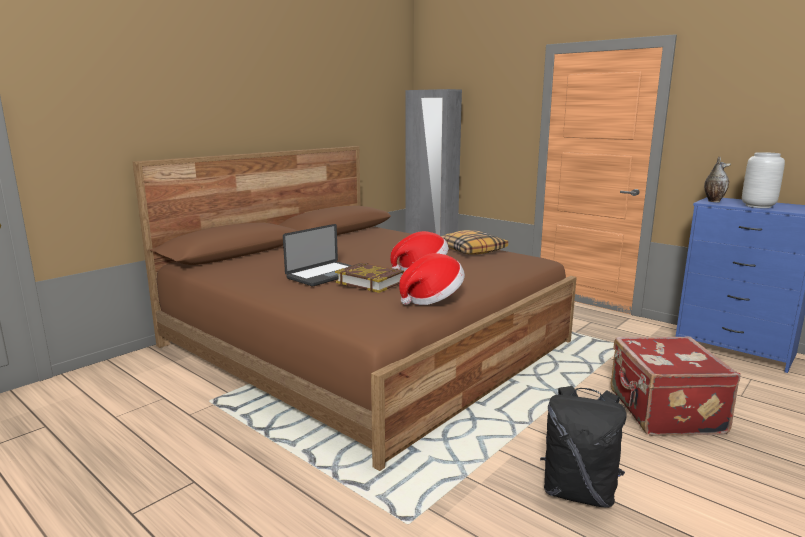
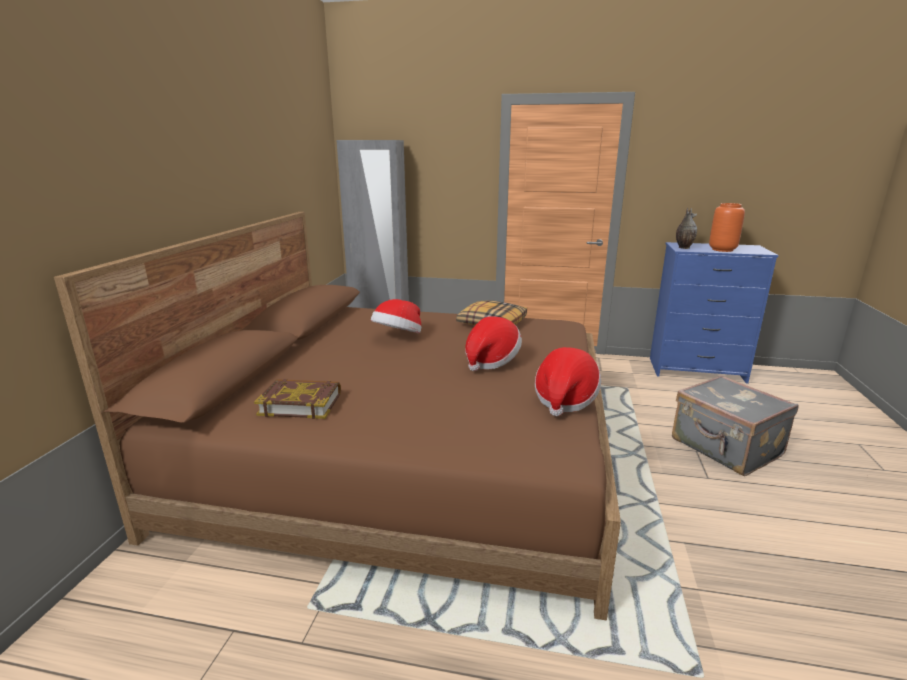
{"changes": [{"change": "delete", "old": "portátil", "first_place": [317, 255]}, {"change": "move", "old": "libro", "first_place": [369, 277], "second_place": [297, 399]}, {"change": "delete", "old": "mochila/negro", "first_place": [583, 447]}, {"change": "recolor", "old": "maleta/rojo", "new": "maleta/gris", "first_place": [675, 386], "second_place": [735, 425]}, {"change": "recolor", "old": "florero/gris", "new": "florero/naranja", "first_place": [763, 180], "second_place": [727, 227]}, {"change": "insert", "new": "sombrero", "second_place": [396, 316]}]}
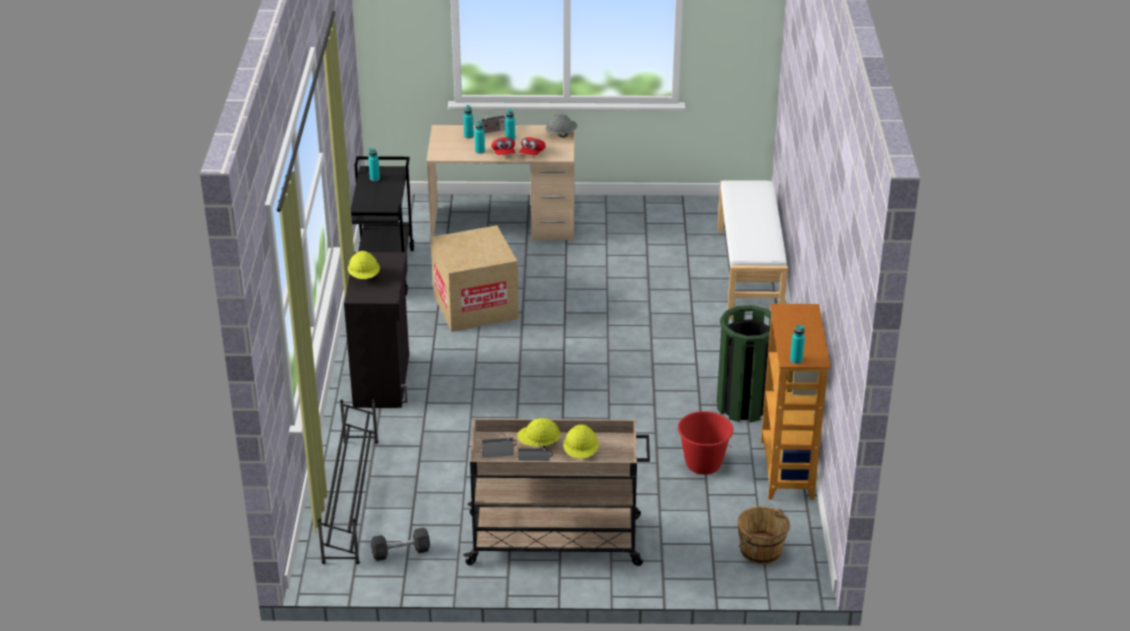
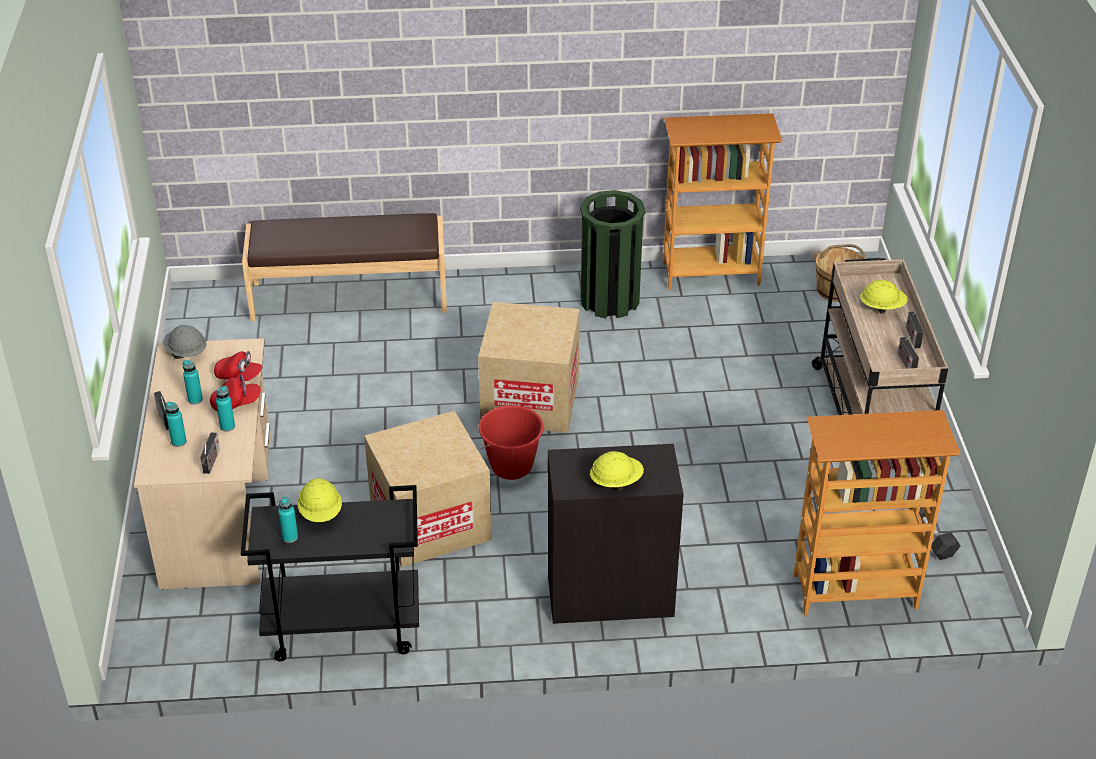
{"changes": [{"change": "replace", "old": "zapatero/negro", "new": "estantería", "first_place": [347, 482], "second_place": [877, 513]}, {"change": "move", "old": "casco/amarillo", "first_place": [539, 433], "second_place": [319, 500]}, {"change": "move", "old": "cubo/rojo", "first_place": [705, 443], "second_place": [511, 442]}, {"change": "recolor", "old": "banco/blanco", "new": "banco/marrón", "first_place": [752, 249], "second_place": [344, 267]}, {"change": "delete", "old": "botella/turquesa", "first_place": [797, 344]}, {"change": "insert", "new": "radio", "second_place": [210, 453]}, {"change": "insert", "new": "caja de cartón", "second_place": [529, 367]}]}
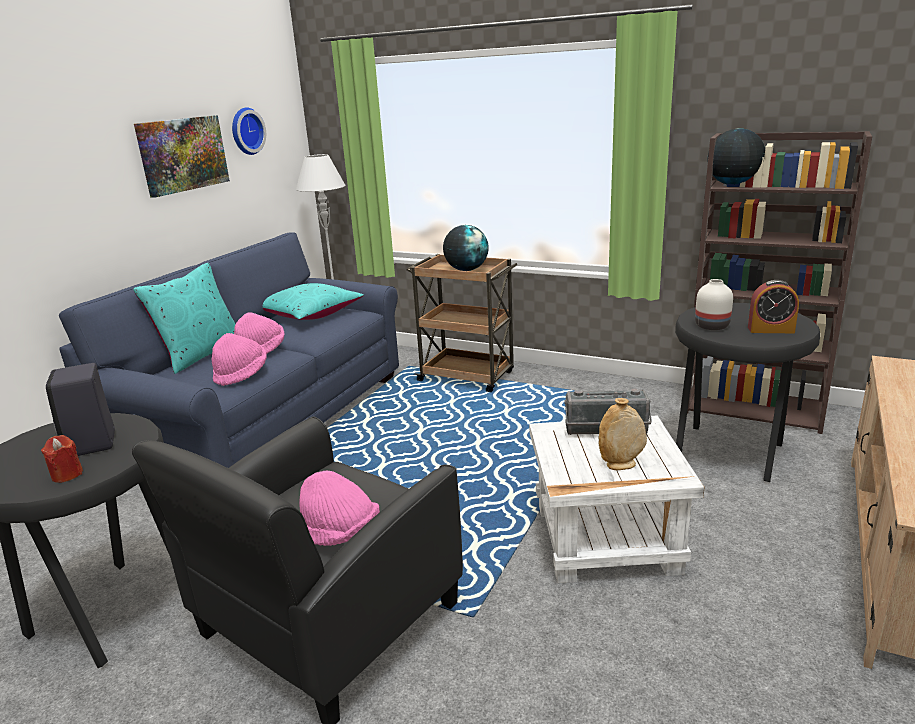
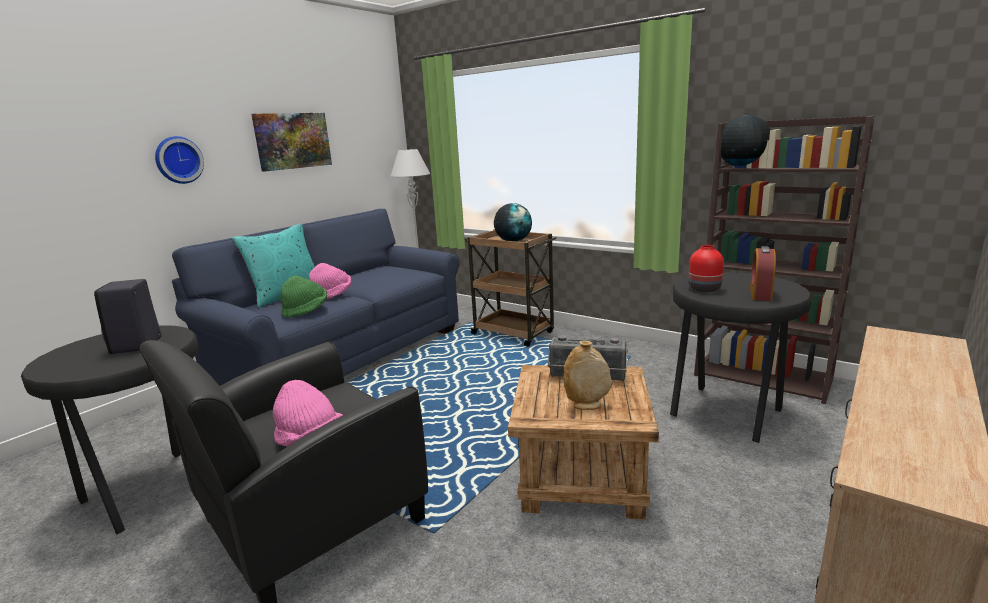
{"changes": [{"change": "delete", "old": "vela/rojo", "first_place": [62, 459]}, {"change": "recolor", "old": "sombrero/rosa", "new": "sombrero/verde", "first_place": [239, 359], "second_place": [303, 297]}, {"change": "move", "old": "reloj de pared", "first_place": [249, 131], "second_place": [179, 160]}, {"change": "delete", "old": "cojín/turquesa", "first_place": [313, 301]}, {"change": "recolor", "old": "mesa auxiliar/blanco", "new": "mesa auxiliar/marrón", "first_place": [616, 499], "second_place": [583, 442]}, {"change": "recolor", "old": "florero/blanco", "new": "florero/rojo", "first_place": [714, 304], "second_place": [706, 269]}, {"change": "rotate", "old": "despertador", "first_place": [773, 306], "second_place": [763, 273], "degrees": 90}]}
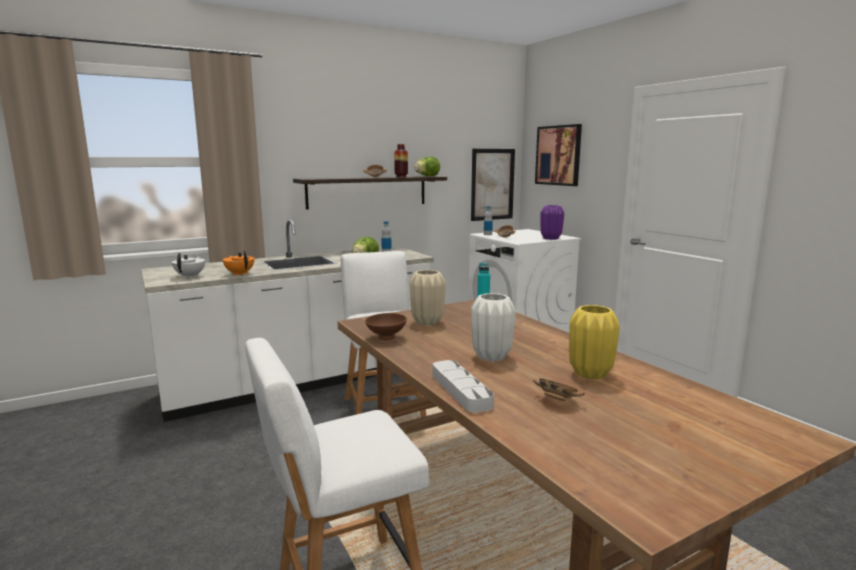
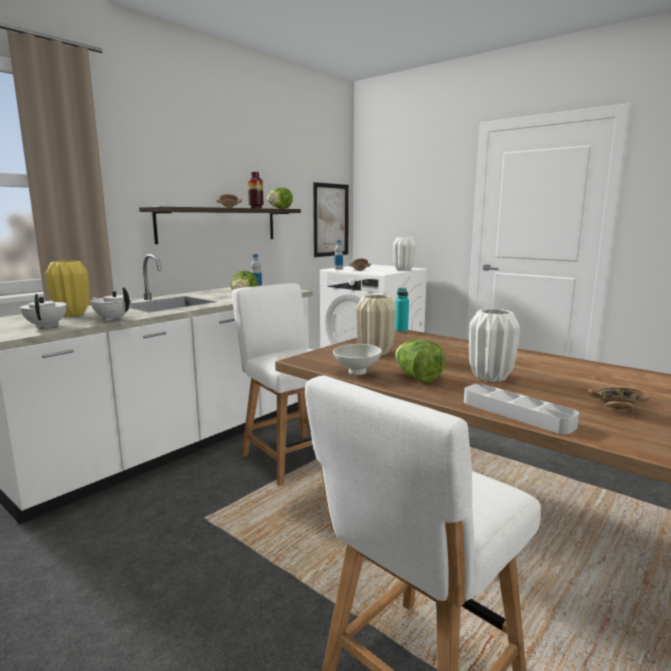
{"changes": [{"change": "recolor", "old": "tetera/naranja", "new": "tetera/blanco", "first_place": [238, 262], "second_place": [111, 304]}, {"change": "recolor", "old": "cuenco/marrón", "new": "cuenco/blanco", "first_place": [386, 326], "second_place": [357, 359]}, {"change": "delete", "old": "cuadro", "first_place": [558, 155]}, {"change": "recolor", "old": "florero/morado", "new": "florero/blanco", "first_place": [552, 222], "second_place": [404, 254]}, {"change": "move", "old": "florero/amarillo", "first_place": [594, 342], "second_place": [67, 288]}, {"change": "insert", "new": "lechuga", "second_place": [420, 361]}]}
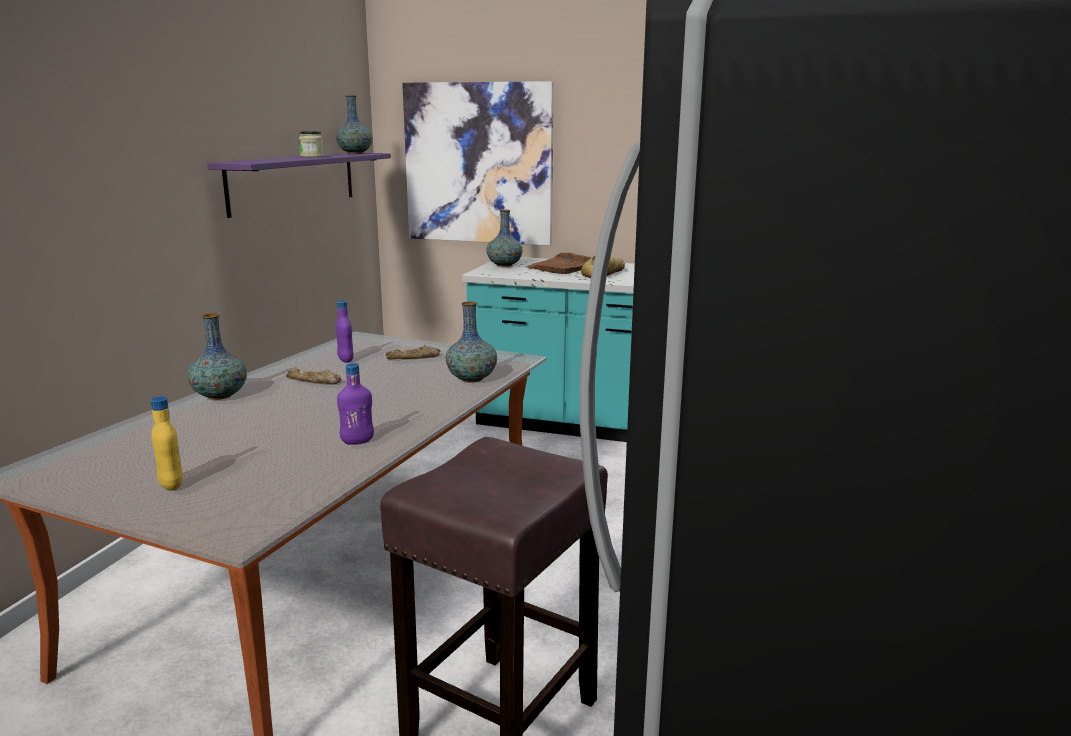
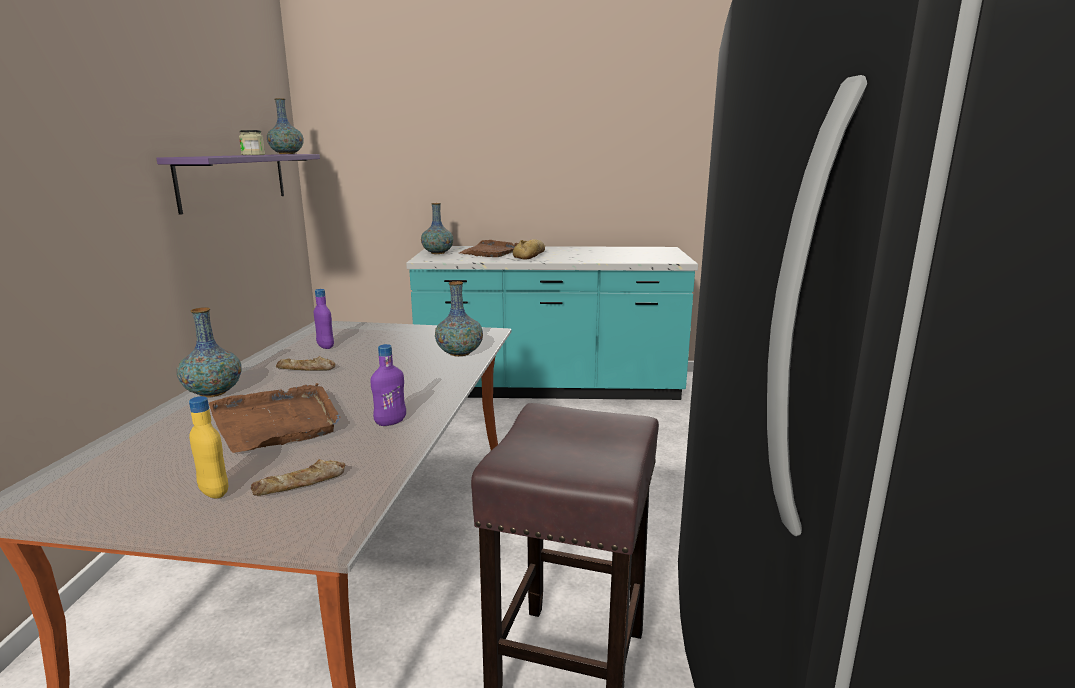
{"changes": [{"change": "move", "old": "pan", "first_place": [413, 352], "second_place": [298, 477]}, {"change": "delete", "old": "cuadro", "first_place": [478, 163]}, {"change": "insert", "new": "bandeja/marrón", "second_place": [274, 418]}]}
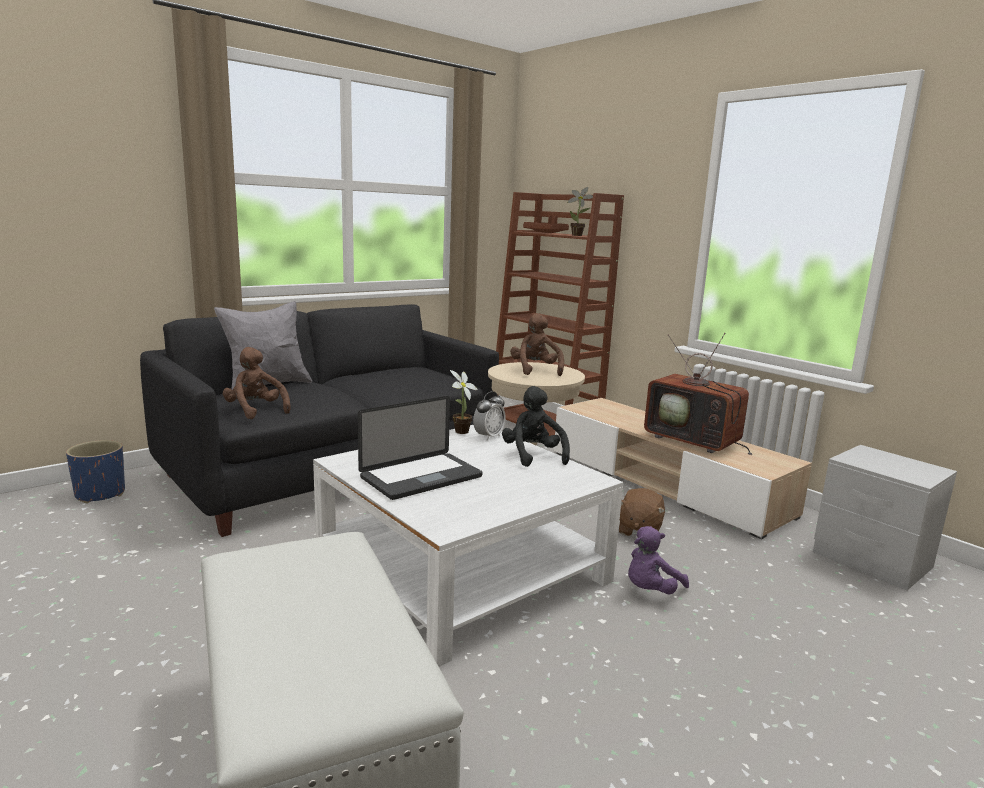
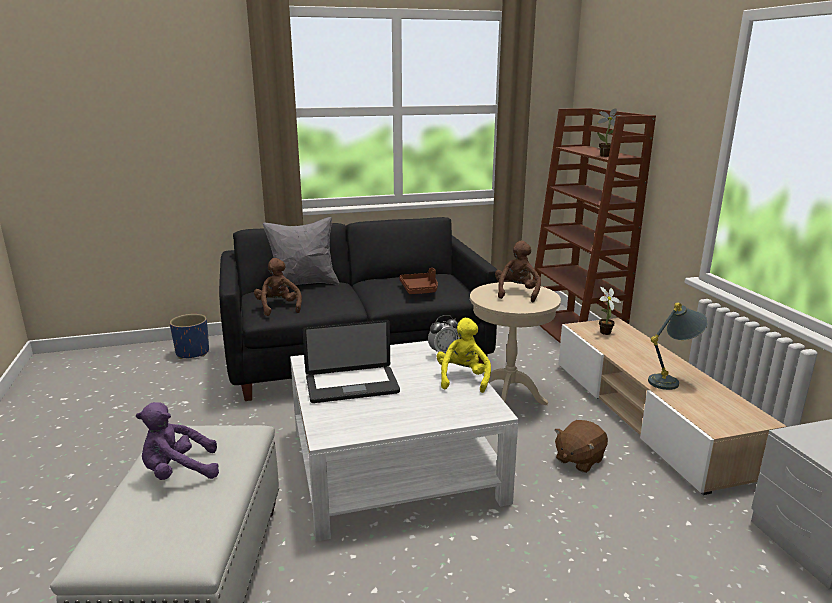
{"changes": [{"change": "move", "old": "planta en maceta", "first_place": [464, 402], "second_place": [610, 311]}, {"change": "recolor", "old": "peluche/negro", "new": "peluche/amarillo", "first_place": [536, 426], "second_place": [463, 355]}, {"change": "move", "old": "bandeja/marrón", "first_place": [546, 224], "second_place": [418, 281]}, {"change": "move", "old": "peluche/morado", "first_place": [658, 560], "second_place": [177, 441]}, {"change": "replace", "old": "televisor", "new": "lámpara de mesa/gris", "first_place": [698, 394], "second_place": [678, 346]}]}
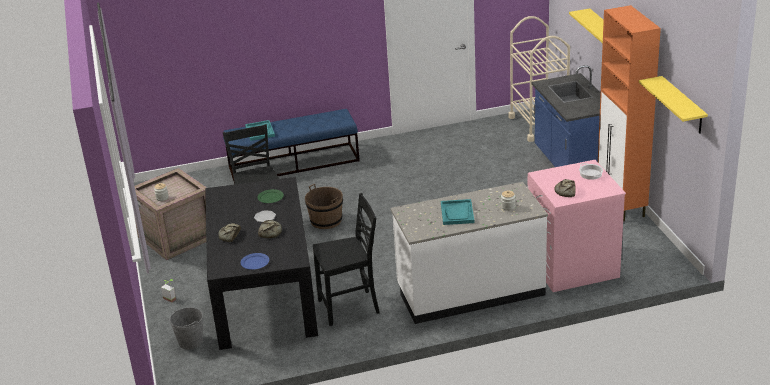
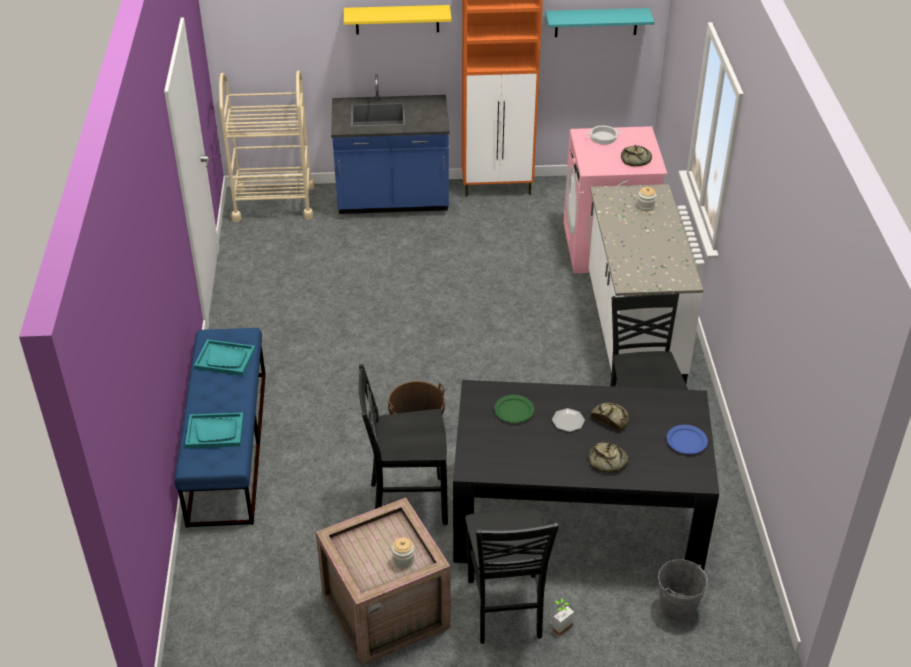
{"changes": [{"change": "move", "old": "bandeja/turquesa", "first_place": [457, 212], "second_place": [224, 357]}, {"change": "recolor", "old": "estante/amarillo", "new": "estante/turquesa", "first_place": [673, 105], "second_place": [599, 22]}, {"change": "insert", "new": "silla/negro", "second_place": [512, 576]}]}
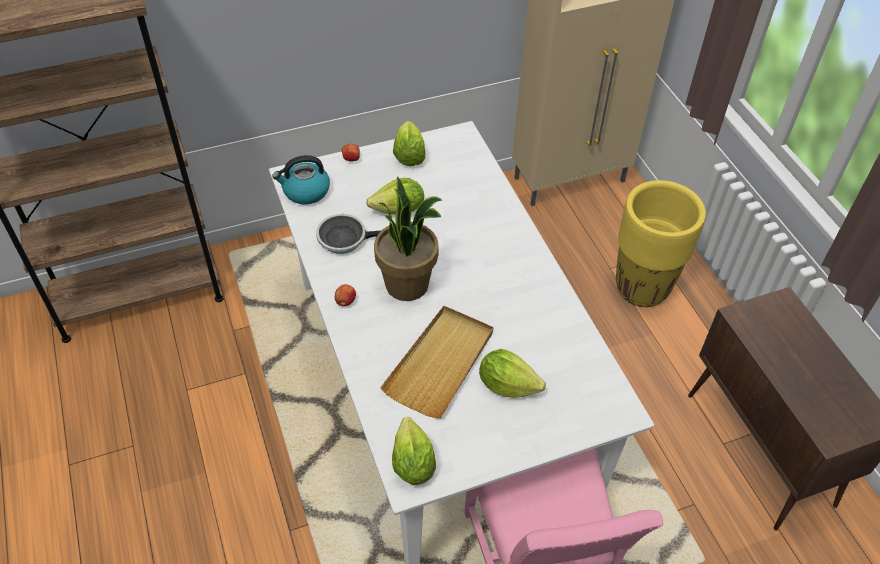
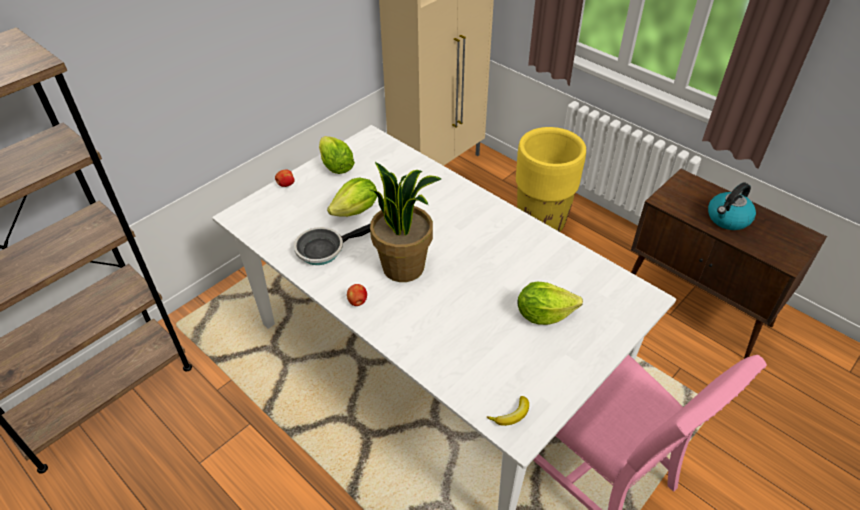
{"changes": [{"change": "move", "old": "hervidor", "first_place": [301, 180], "second_place": [732, 206]}, {"change": "delete", "old": "bandeja/beis", "first_place": [436, 362]}, {"change": "replace", "old": "lechuga", "new": "plátano", "first_place": [414, 451], "second_place": [508, 411]}]}
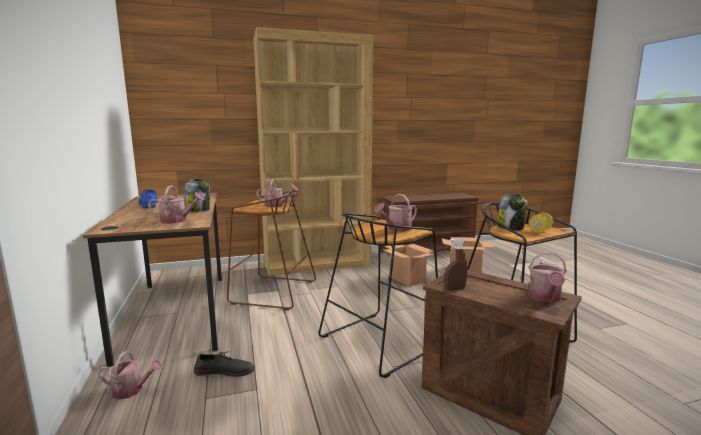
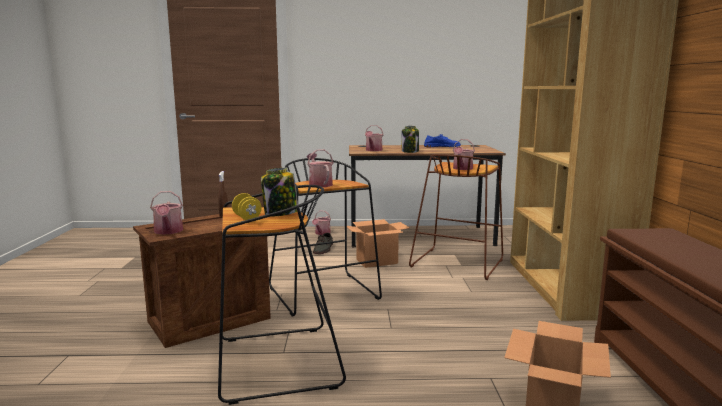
{"changes": [{"change": "move", "old": "caja de cartón", "first_place": [409, 265], "second_place": [378, 243]}, {"change": "rotate", "old": "regadera", "first_place": [547, 277], "second_place": [166, 213], "degrees": -135}]}
